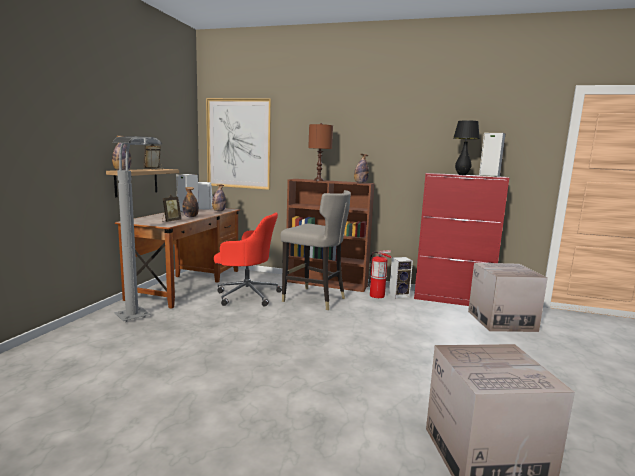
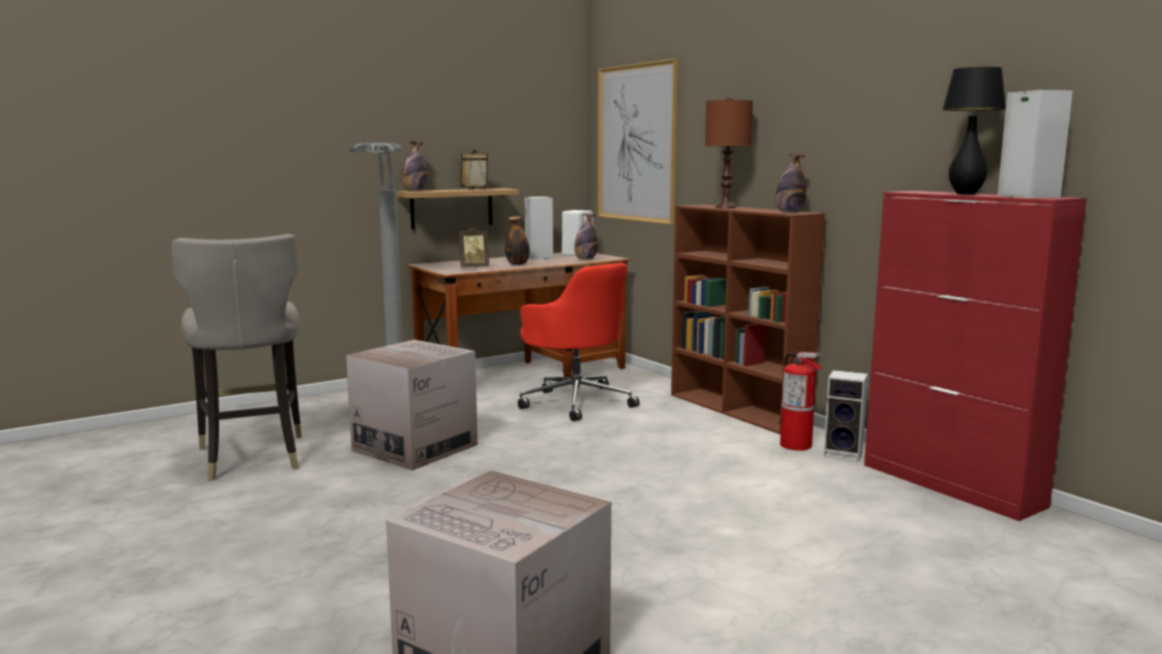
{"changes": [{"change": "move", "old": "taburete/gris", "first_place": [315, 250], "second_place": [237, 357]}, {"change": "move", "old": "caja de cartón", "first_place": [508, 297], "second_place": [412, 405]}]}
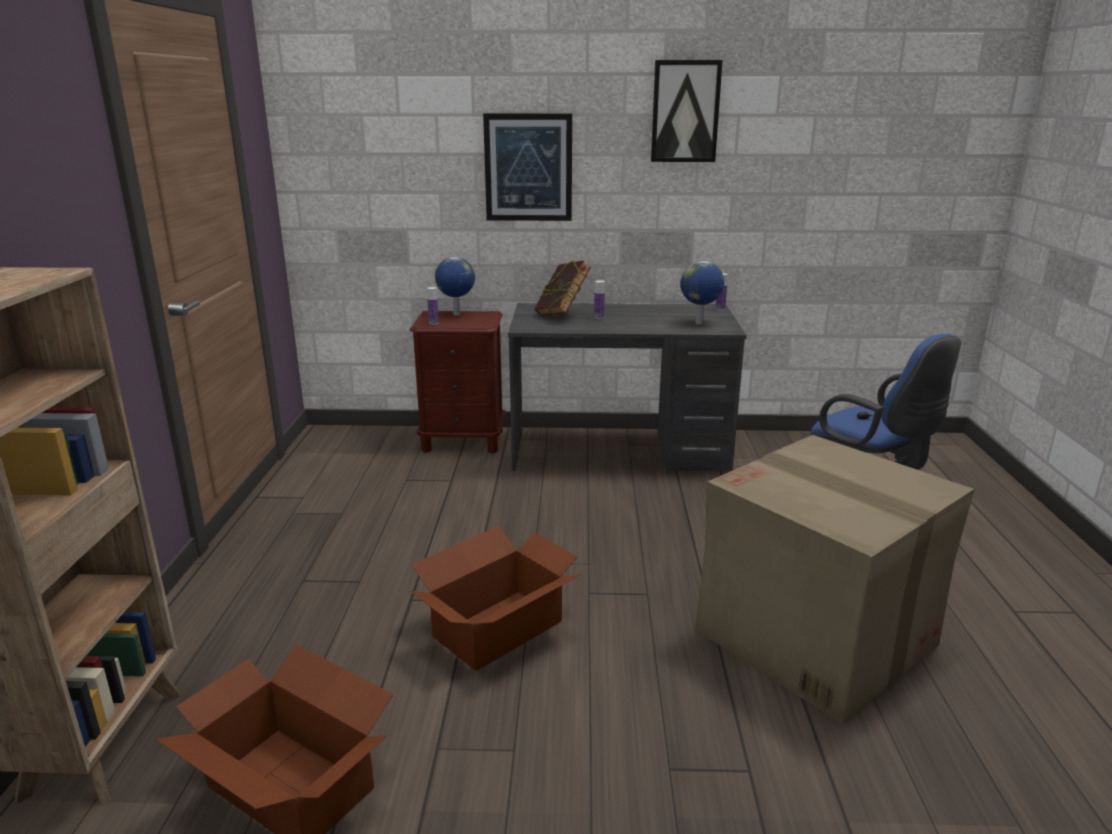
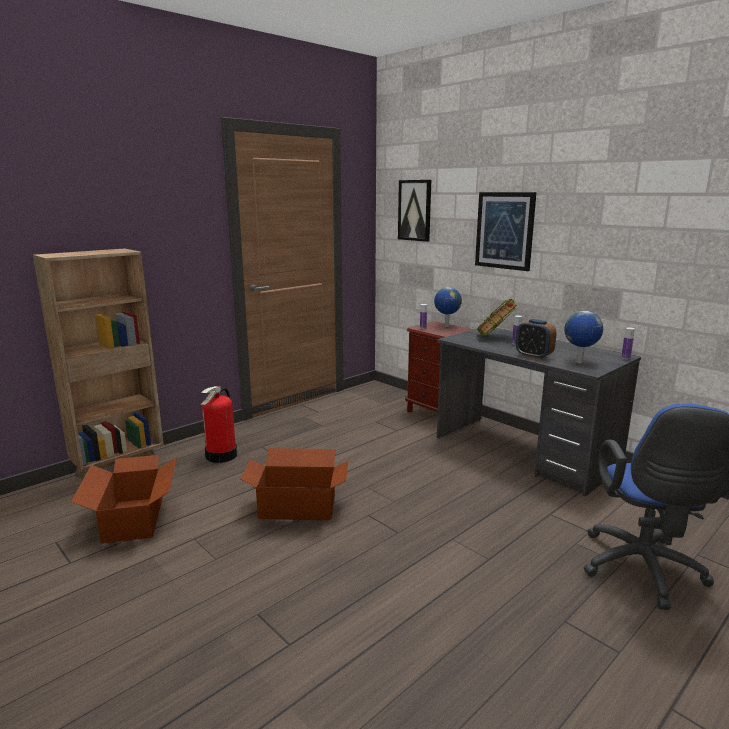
{"changes": [{"change": "move", "old": "cuadro", "first_place": [687, 111], "second_place": [414, 211]}, {"change": "delete", "old": "caja de cartón", "first_place": [835, 579]}, {"change": "insert", "new": "extintor", "second_place": [219, 424]}, {"change": "insert", "new": "despertador", "second_place": [536, 339]}]}
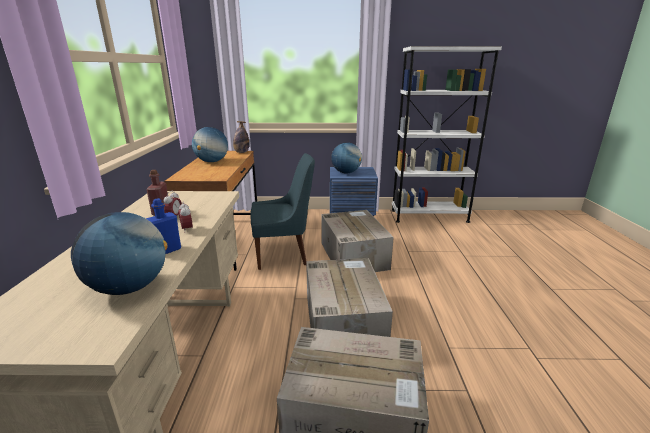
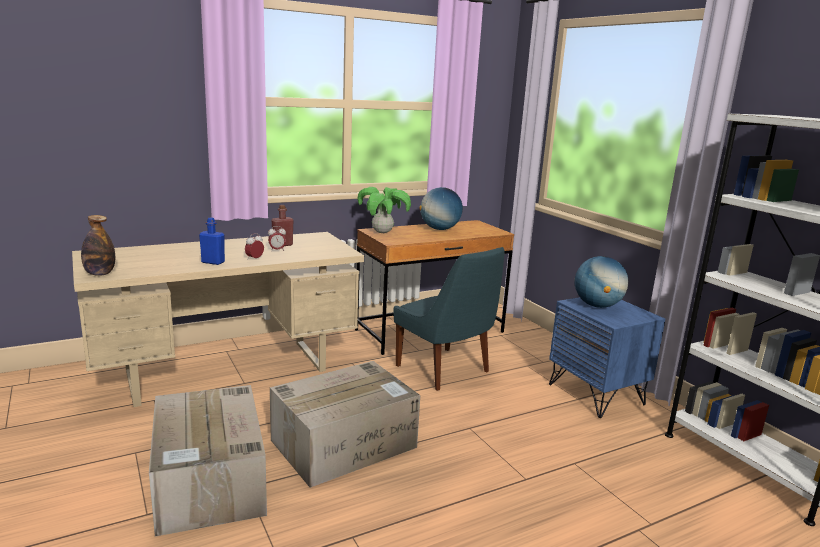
{"changes": [{"change": "delete", "old": "globo terráqueo", "first_place": [119, 253]}, {"change": "move", "old": "botella", "first_place": [241, 137], "second_place": [98, 245]}, {"change": "delete", "old": "caja de cartón", "first_place": [357, 241]}, {"change": "insert", "new": "planta en maceta", "second_place": [384, 210]}]}
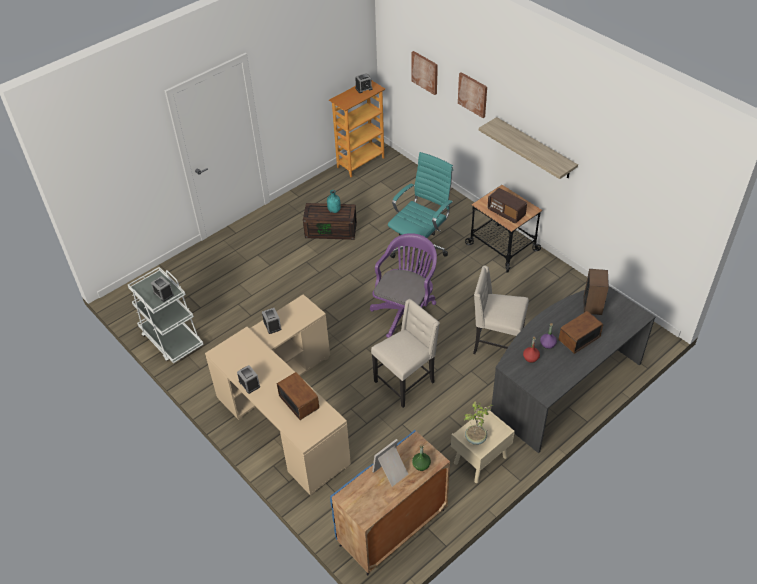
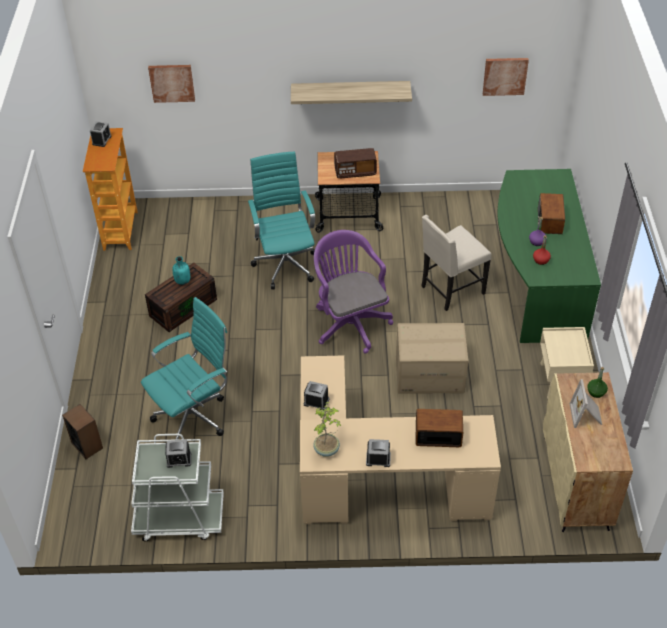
{"changes": [{"change": "recolor", "old": "armario/azul", "new": "armario/beis", "first_place": [390, 503], "second_place": [588, 452]}, {"change": "replace", "old": "silla/beis", "new": "caja de cartón", "first_place": [405, 353], "second_place": [432, 358]}, {"change": "move", "old": "cuadro", "first_place": [472, 95], "second_place": [506, 77]}, {"change": "move", "old": "planta en maceta", "first_place": [478, 423], "second_place": [327, 429]}, {"change": "recolor", "old": "escritorio/gris", "new": "escritorio/verde", "first_place": [573, 369], "second_place": [549, 256]}, {"change": "move", "old": "altavoz", "first_place": [596, 292], "second_place": [82, 431]}, {"change": "insert", "new": "silla de oficina/turquesa", "second_place": [184, 368]}]}
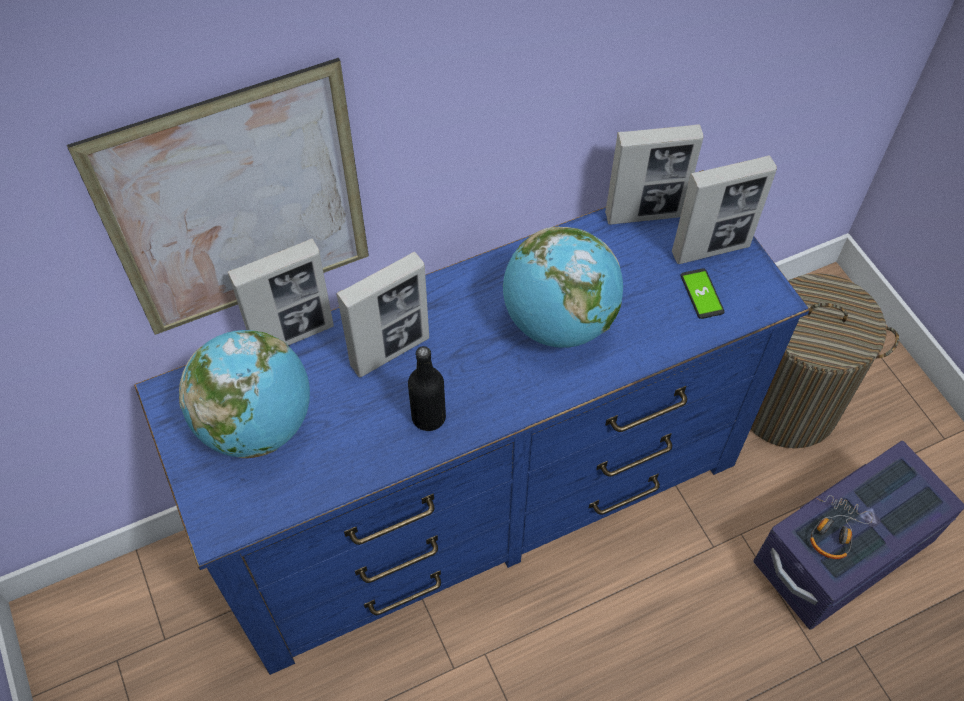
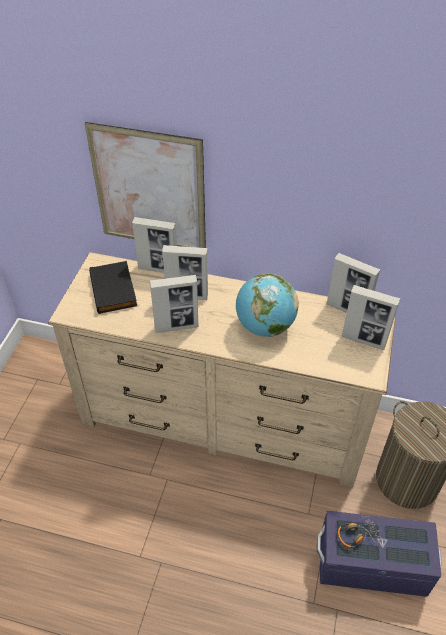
{"changes": [{"change": "recolor", "old": "cómoda/azul", "new": "cómoda/beis", "first_place": [472, 422], "second_place": [222, 370]}, {"change": "replace", "old": "globo terráqueo", "new": "libro/negro", "first_place": [244, 394], "second_place": [113, 287]}, {"change": "replace", "old": "botella/negro", "new": "portarretratos", "first_place": [427, 388], "second_place": [174, 304]}, {"change": "delete", "old": "móvil", "first_place": [703, 294]}]}
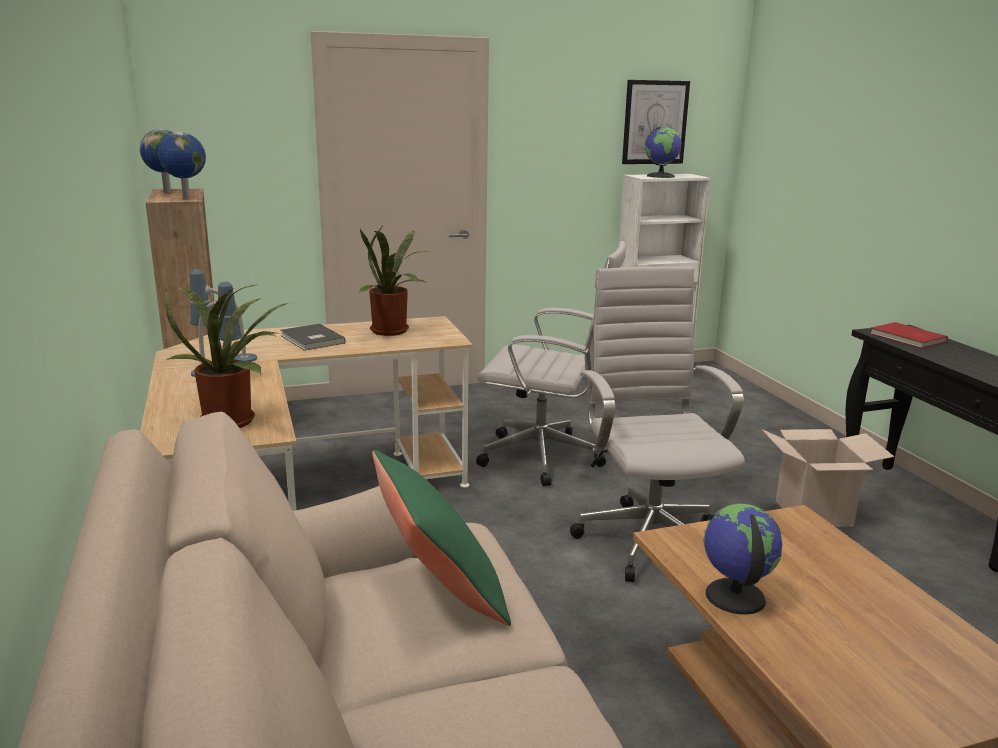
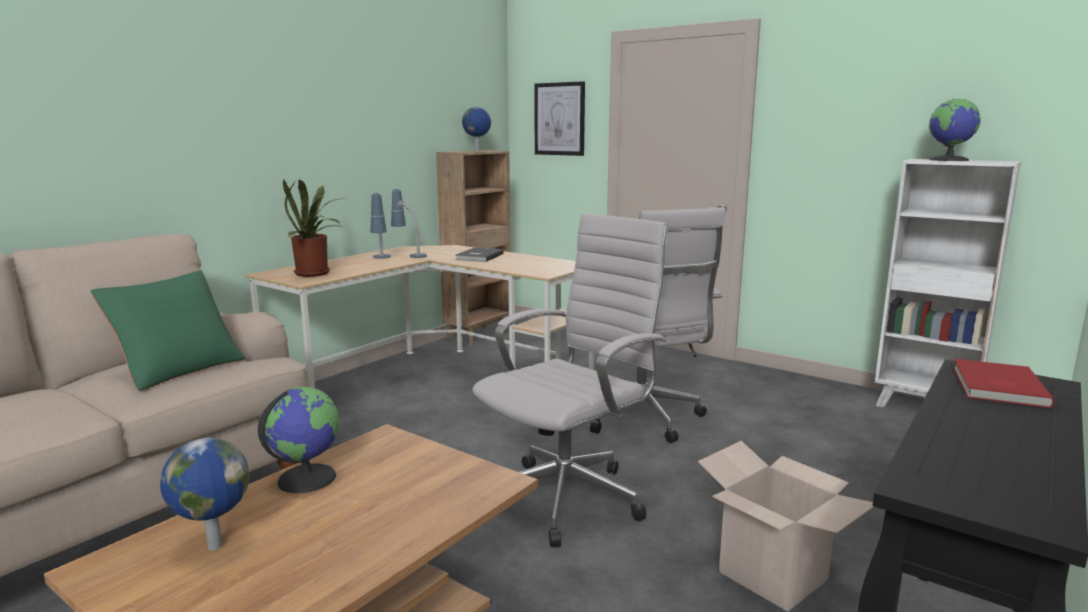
{"changes": [{"change": "move", "old": "globo terráqueo", "first_place": [182, 166], "second_place": [204, 494]}, {"change": "delete", "old": "planta en maceta", "first_place": [395, 280]}, {"change": "move", "old": "cuadro", "first_place": [656, 122], "second_place": [559, 118]}]}
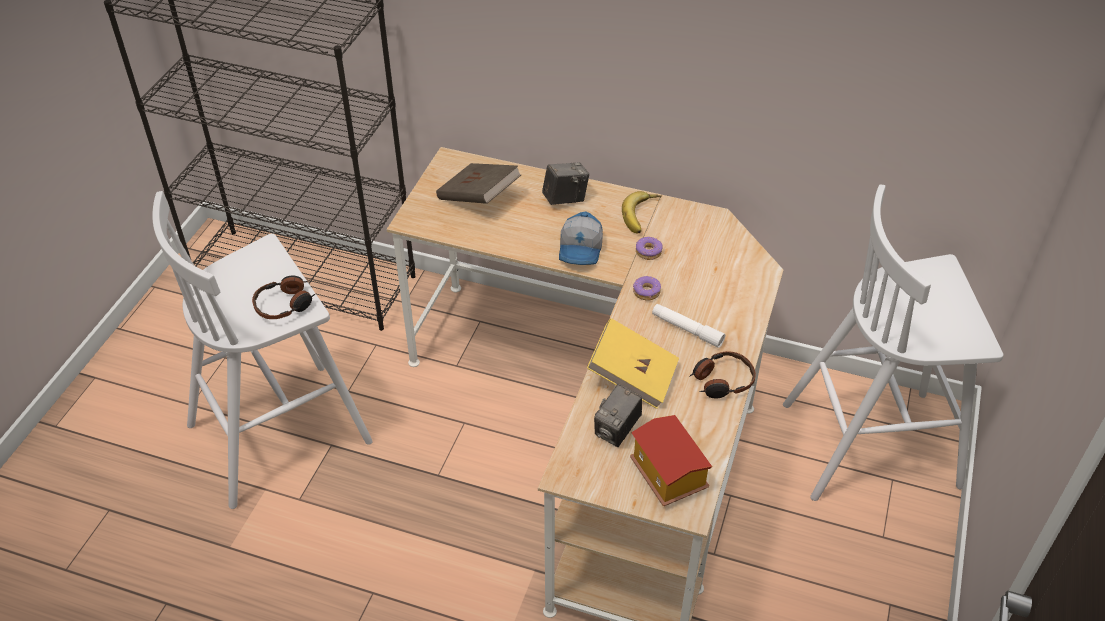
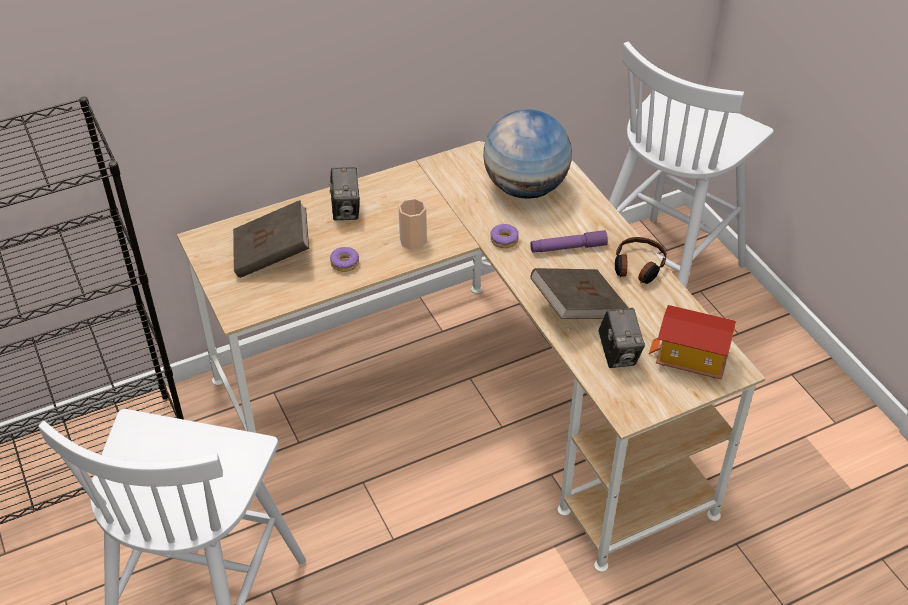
{"changes": [{"change": "delete", "old": "auriculares", "first_place": [284, 297]}, {"change": "rotate", "old": "cámara", "first_place": [565, 183], "second_place": [345, 193], "degrees": 150}, {"change": "replace", "old": "gorra", "new": "taza", "first_place": [581, 238], "second_place": [412, 224]}, {"change": "recolor", "old": "libro/amarillo", "new": "libro/marrón", "first_place": [633, 363], "second_place": [579, 293]}, {"change": "delete", "old": "plátano", "first_place": [642, 212]}, {"change": "move", "old": "rosquilla", "first_place": [649, 248], "second_place": [344, 259]}, {"change": "recolor", "old": "linterna/blanco", "new": "linterna/morado", "first_place": [688, 326], "second_place": [569, 241]}, {"change": "insert", "new": "globo terráqueo", "second_place": [527, 154]}]}
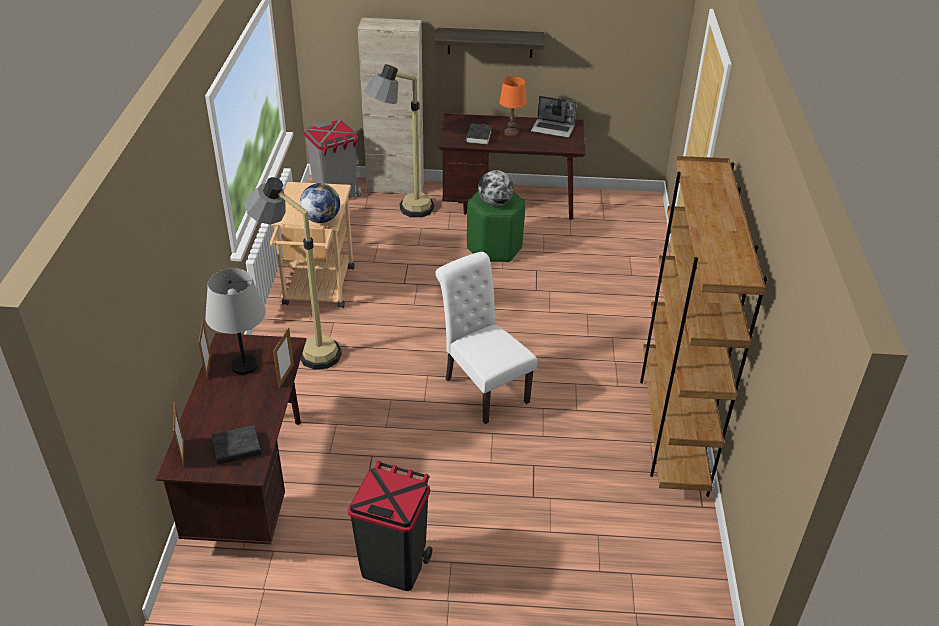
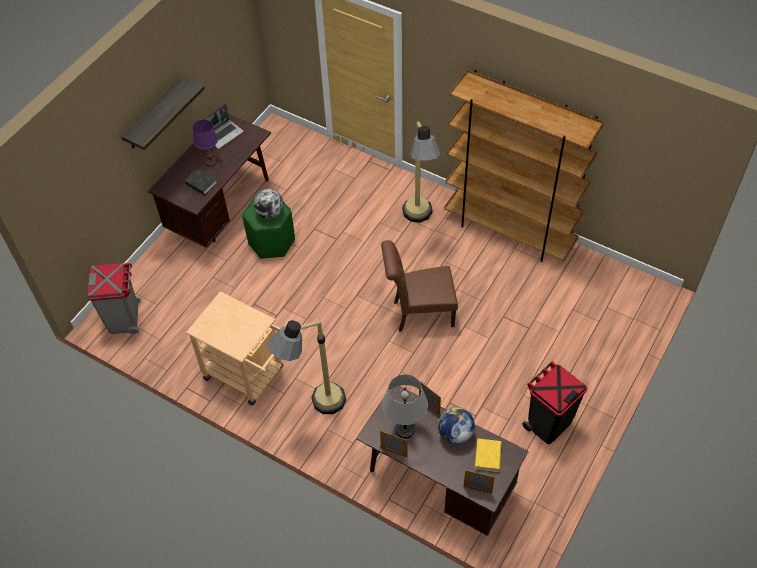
{"changes": [{"change": "recolor", "old": "libro/negro", "new": "libro/amarillo", "first_place": [236, 445], "second_place": [488, 455]}, {"change": "move", "old": "globo terráqueo", "first_place": [320, 203], "second_place": [456, 426]}, {"change": "delete", "old": "armario/beis", "first_place": [391, 106]}, {"change": "move", "old": "lámpara de pie", "first_place": [399, 141], "second_place": [421, 172]}, {"change": "recolor", "old": "silla/blanco", "new": "silla/marrón", "first_place": [486, 338], "second_place": [419, 286]}, {"change": "recolor", "old": "lámpara de mesa/naranja", "new": "lámpara de mesa/morado", "first_place": [513, 106], "second_place": [205, 143]}]}
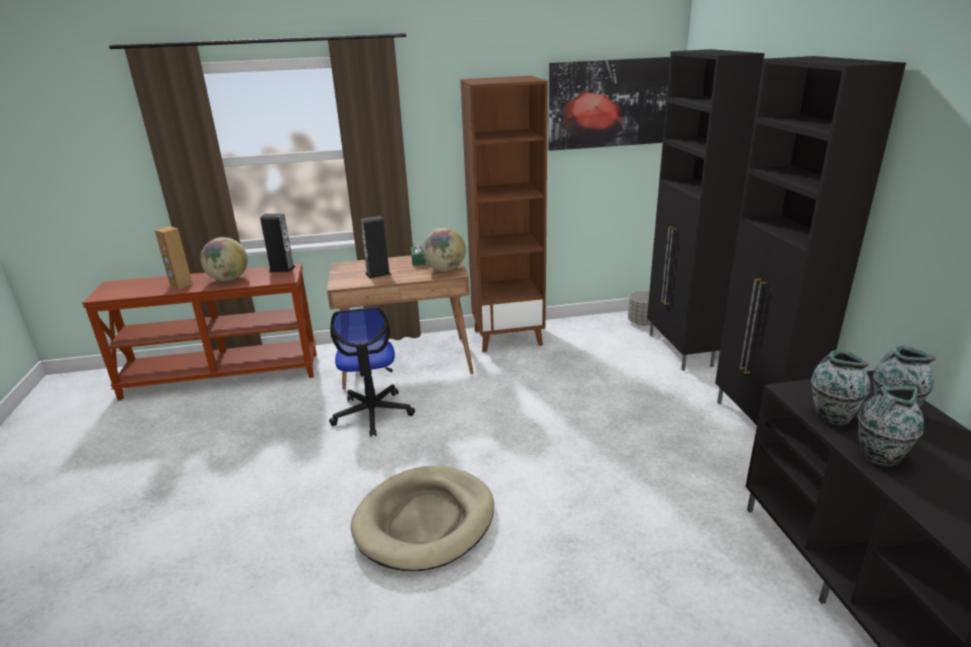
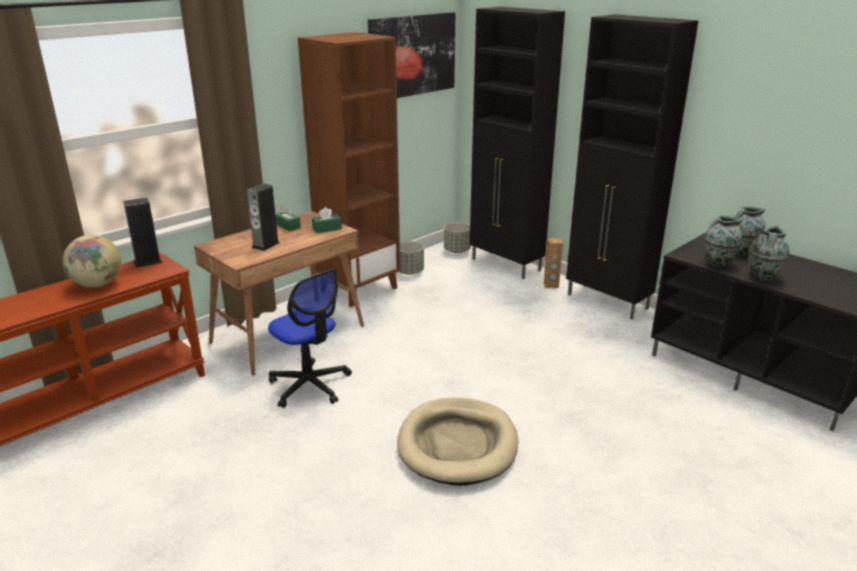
{"changes": [{"change": "move", "old": "altavoz/marrón", "first_place": [174, 257], "second_place": [553, 263]}, {"change": "replace", "old": "globo terráqueo", "new": "caja de pañuelos/verde", "first_place": [444, 249], "second_place": [327, 220]}, {"change": "insert", "new": "maceta/gris", "second_place": [411, 258]}]}
